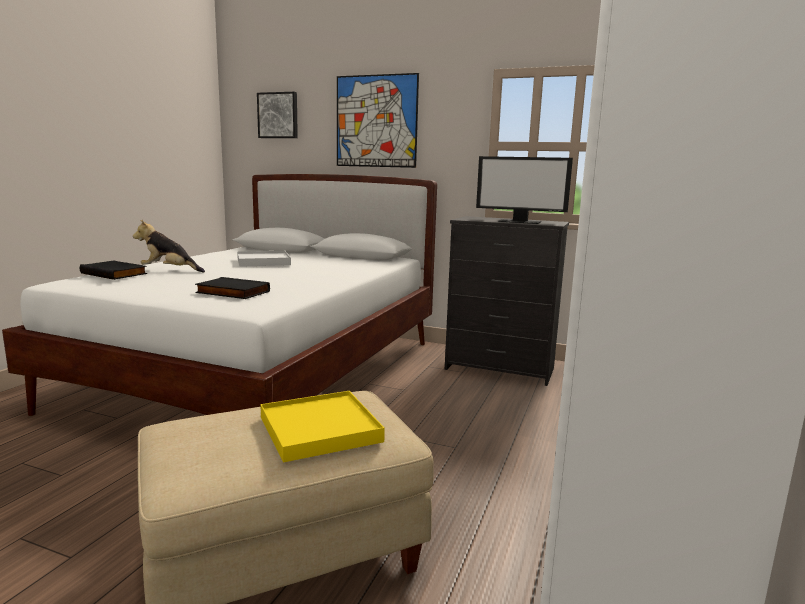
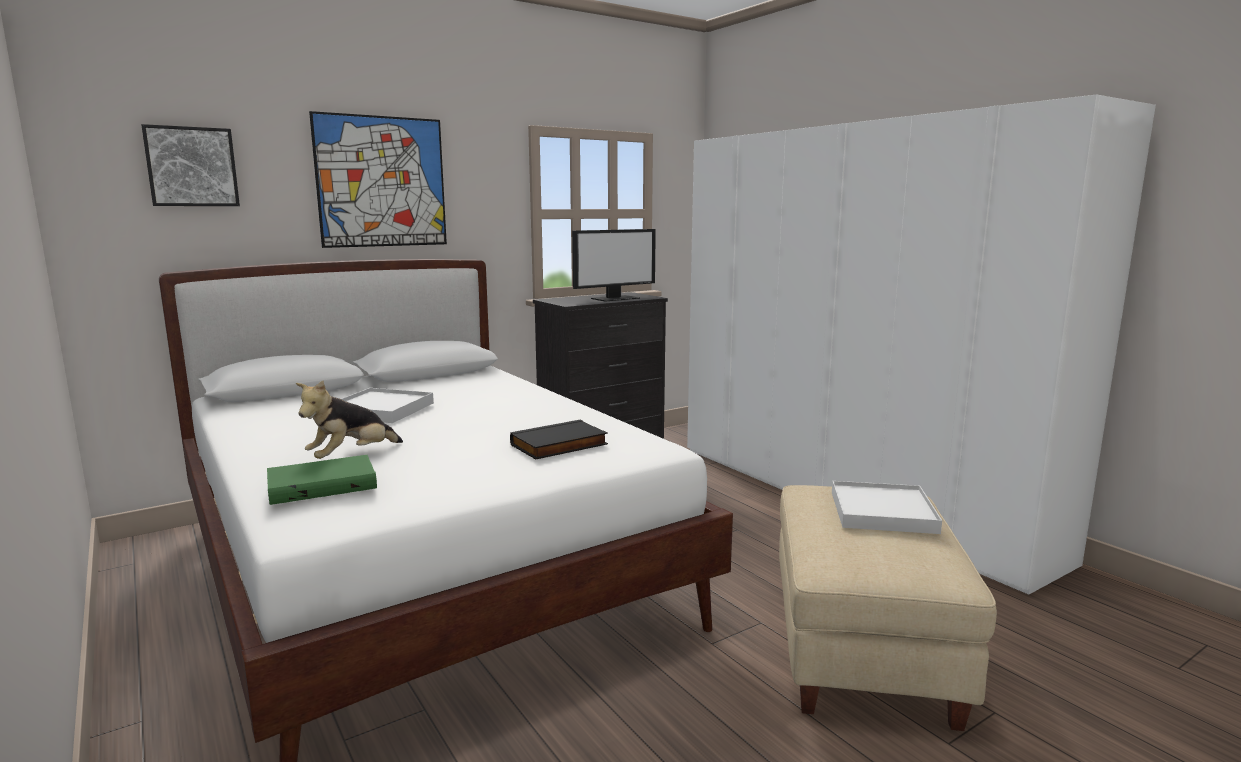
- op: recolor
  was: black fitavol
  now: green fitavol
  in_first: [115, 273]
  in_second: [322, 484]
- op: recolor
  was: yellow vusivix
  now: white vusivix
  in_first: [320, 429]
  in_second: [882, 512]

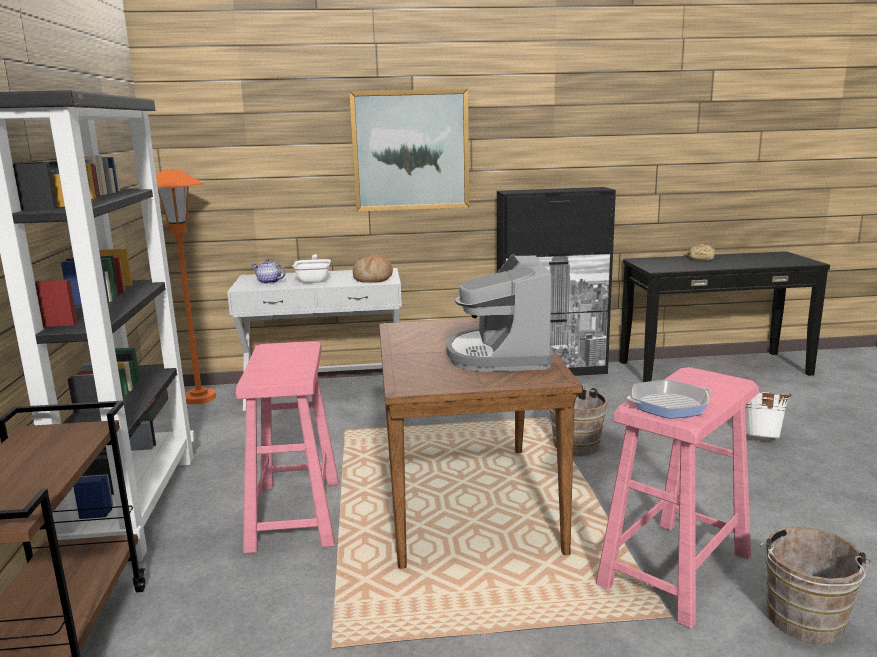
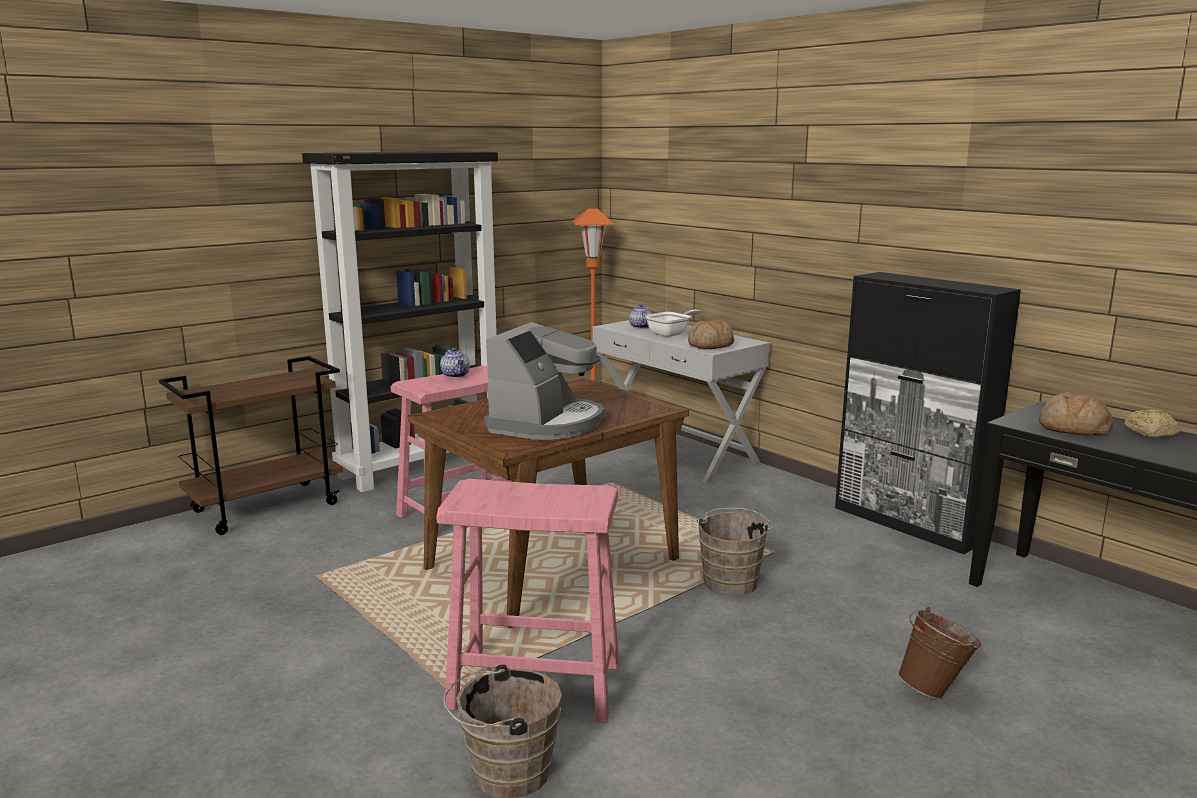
- op: insert
  now: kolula
  in_second: [456, 375]
- op: rotate
  was: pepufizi
  in_first: [500, 355]
  in_second: [547, 423]
  clockwise: 150
- op: recolor
  was: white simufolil
  now: brown simufolil
  in_first: [761, 437]
  in_second: [935, 690]
- op: insert
  now: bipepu
  in_second: [1073, 429]
- op: delete
  was: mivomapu
  in_first: [410, 150]
- op: delete
  was: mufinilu
  in_first: [669, 405]

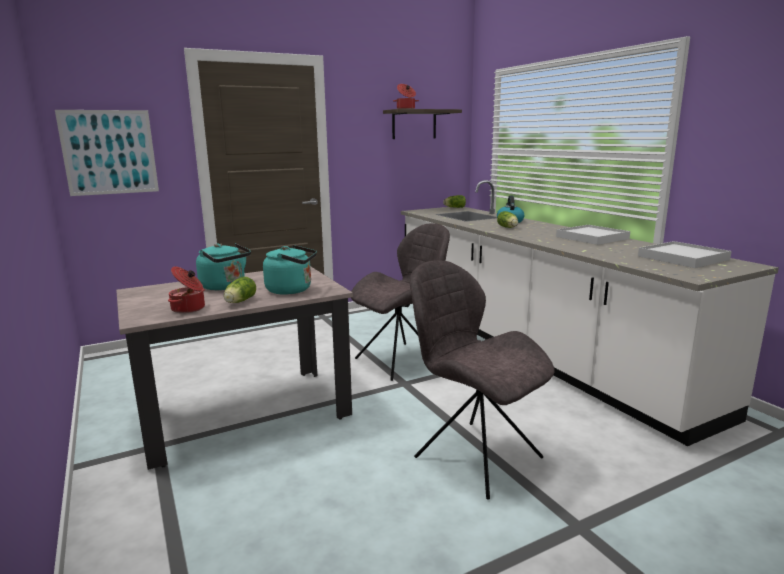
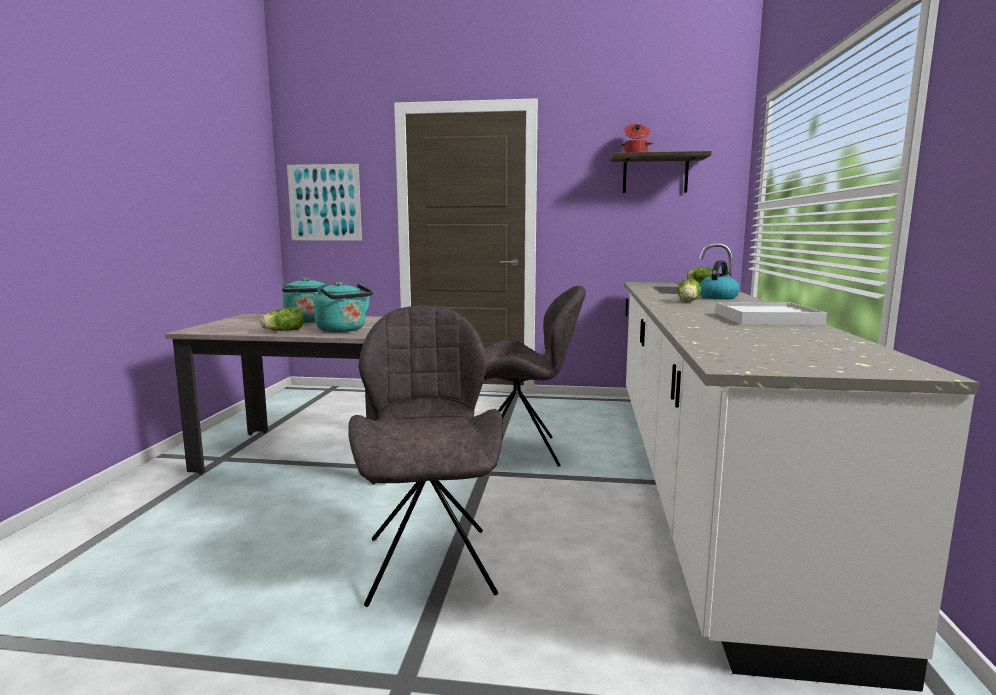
- op: delete
  was: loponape
  in_first: [189, 309]
- op: delete
  was: white vusivix
  in_first: [682, 258]

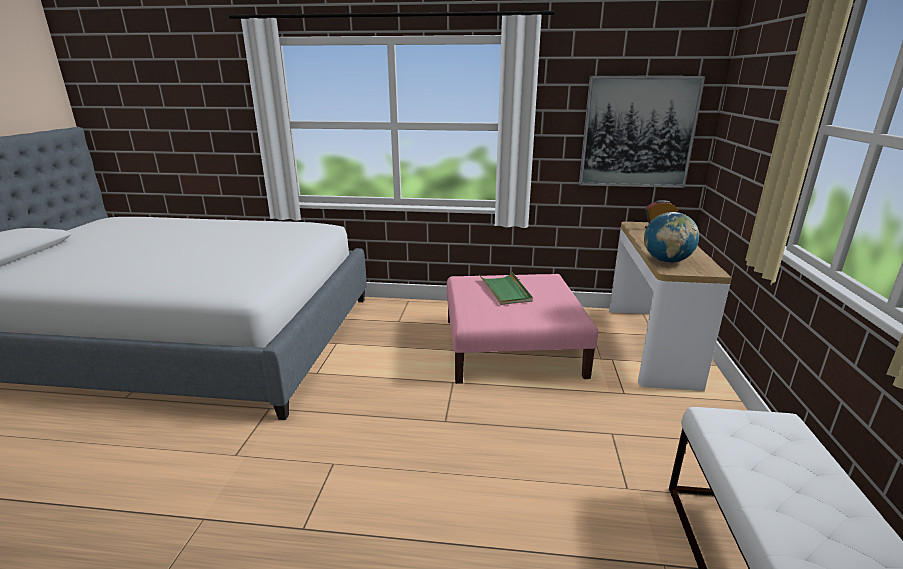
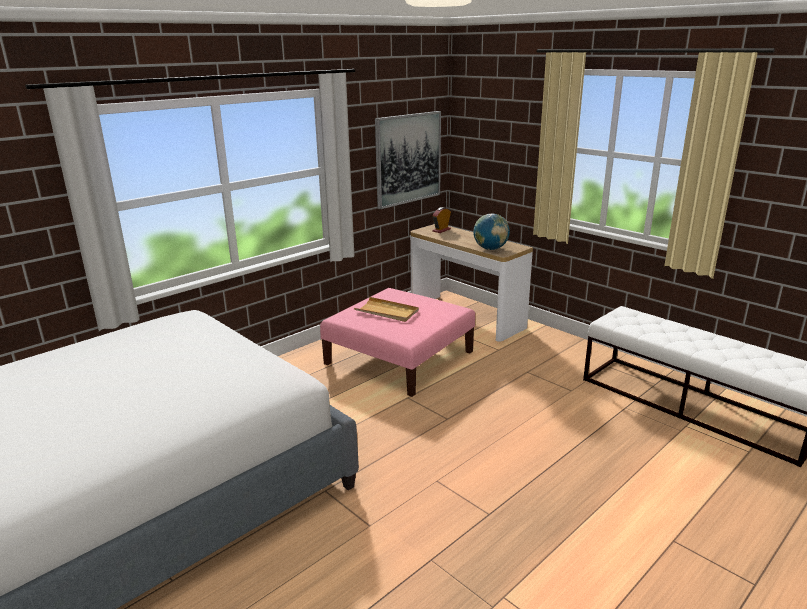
- op: recolor
  was: green vusivix
  now: beige vusivix
  in_first: [505, 290]
  in_second: [387, 312]

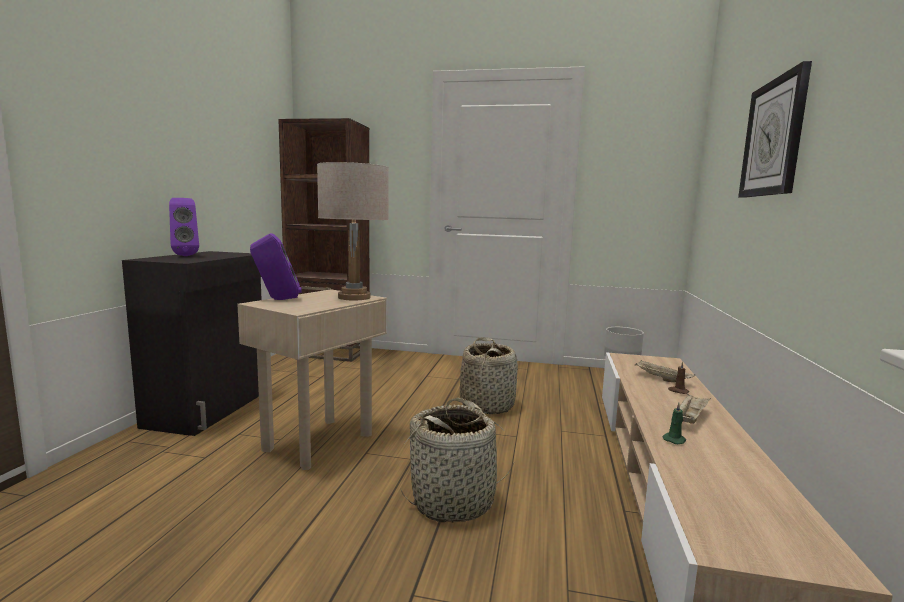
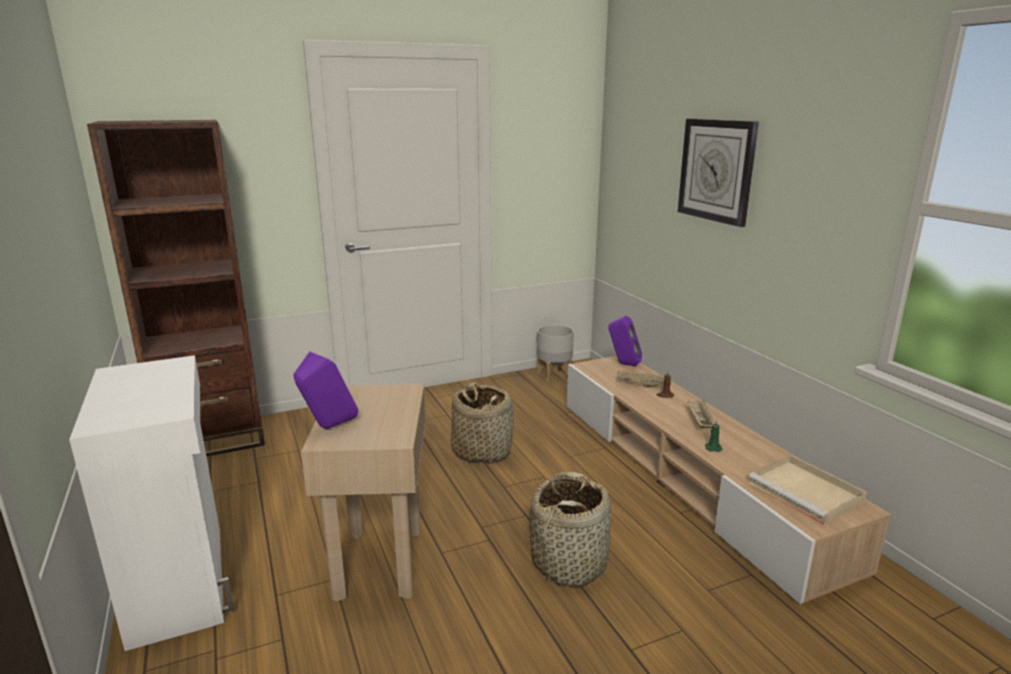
- op: recolor
  was: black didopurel
  now: white didopurel
  in_first: [210, 408]
  in_second: [181, 581]
- op: move
  was: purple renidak
  in_first: [185, 256]
  in_second: [623, 364]
- op: insert
  now: beige vusivix
  in_second: [807, 493]
- op: delete
  was: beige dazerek
  in_first: [354, 297]

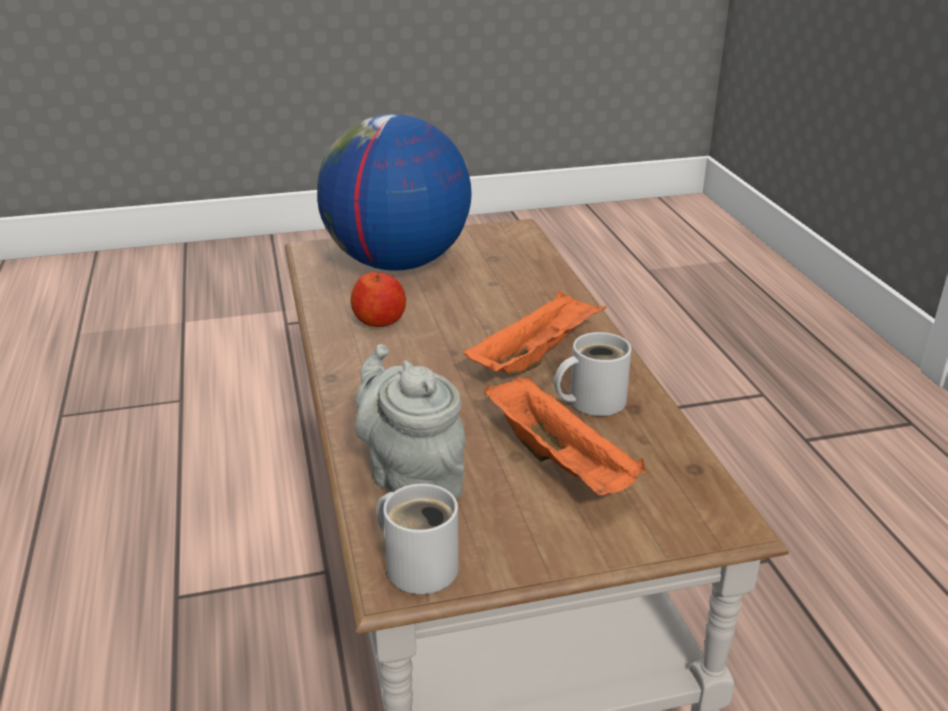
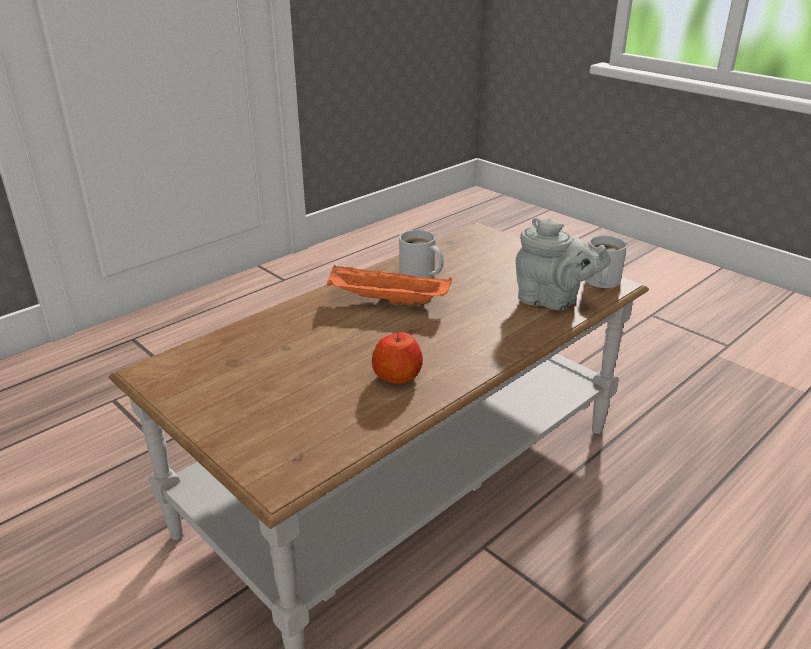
- op: rotate
  was: grey kolula
  in_first: [412, 480]
  in_second: [552, 301]
  clockwise: -90
- op: delete
  was: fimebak
  in_first: [396, 263]
- op: delete
  was: orange vusivix
  in_first: [561, 462]

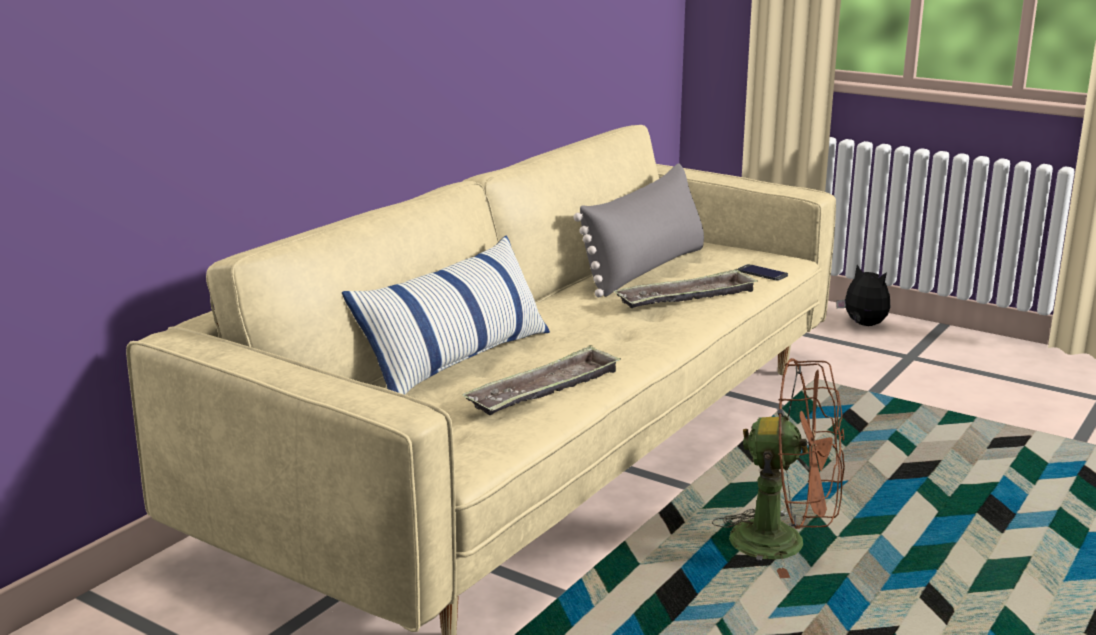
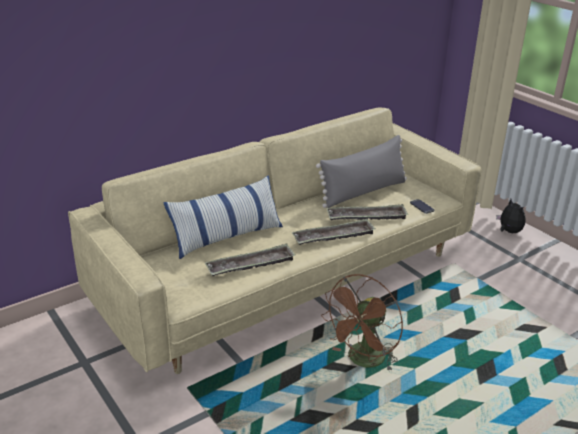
- op: insert
  now: vusivix
  in_second: [333, 236]
- op: rotate
  was: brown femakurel
  in_first: [784, 543]
  in_second: [363, 361]
  clockwise: 90

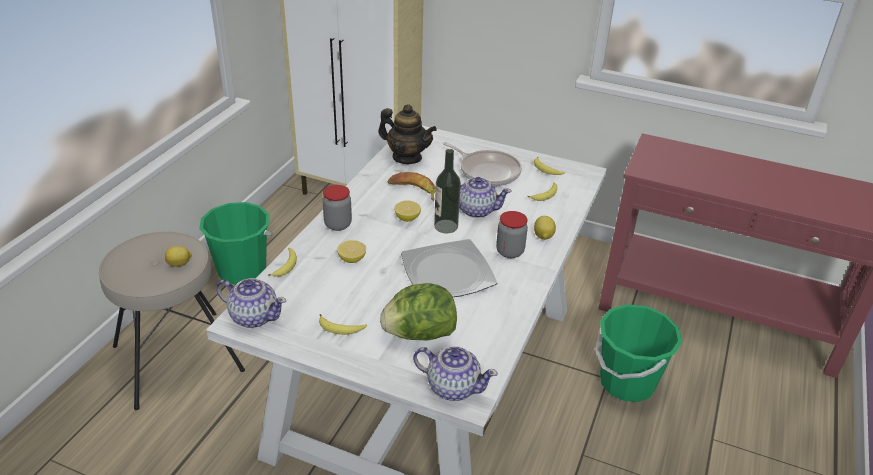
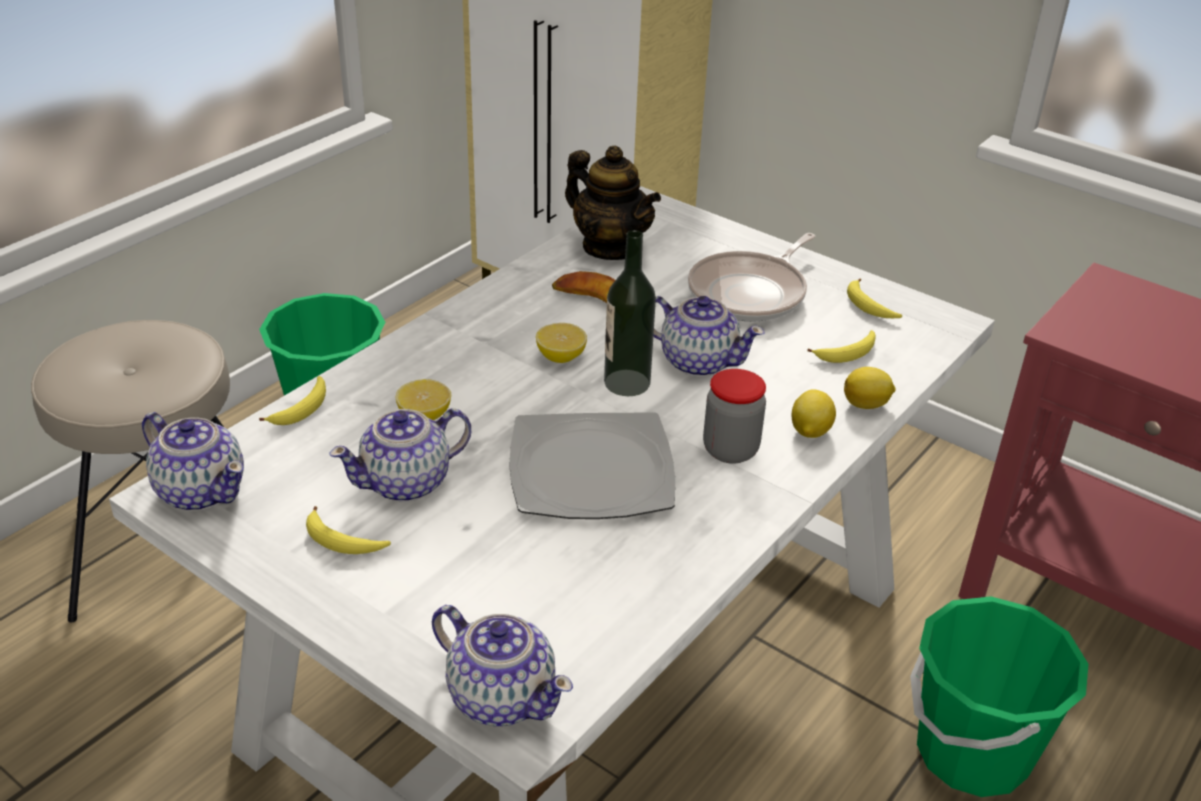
- op: insert
  now: kolula
  in_second: [407, 482]
- op: rotate
  was: mufinilu
  in_first: [487, 171]
  in_second: [751, 293]
  clockwise: 75
- op: move
  was: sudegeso
  in_first: [179, 264]
  in_second: [866, 405]
- op: delete
  was: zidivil
  in_first: [338, 224]
- op: delete
  was: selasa
  in_first: [419, 334]

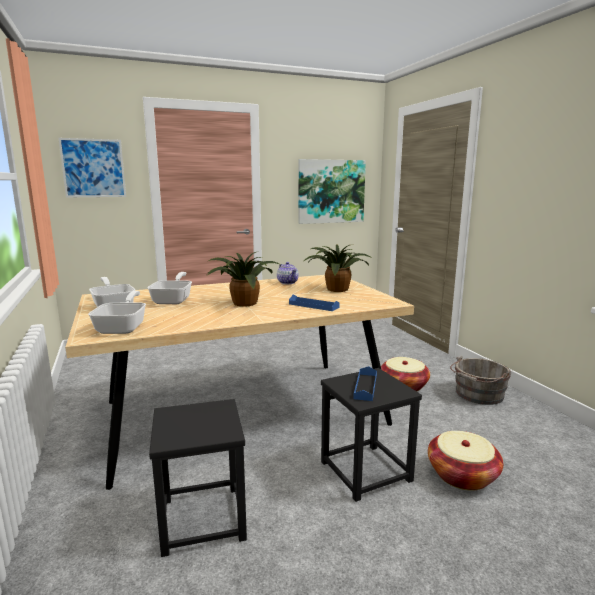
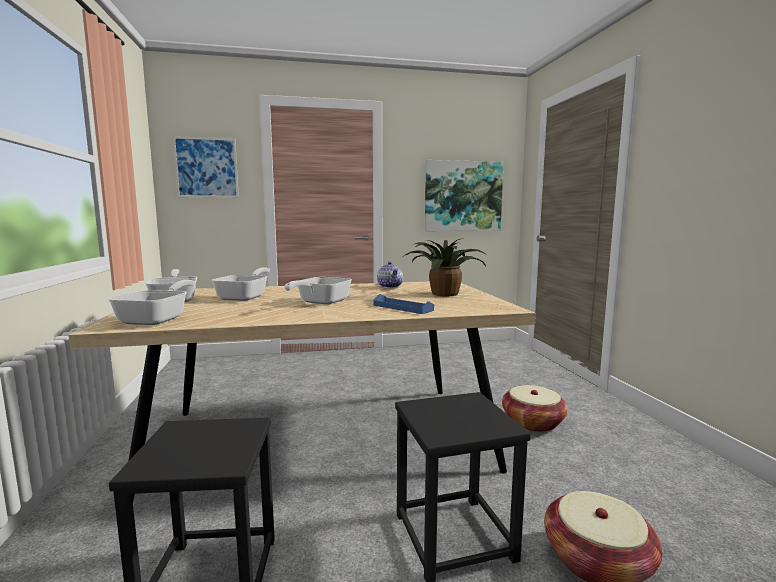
- op: replace
  was: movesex
  now: mufinilu
  in_first: [243, 303]
  in_second: [320, 302]
- op: delete
  was: blue vusivix
  in_first: [365, 386]
- op: delete
  was: grey simufolil
  in_first: [477, 395]

